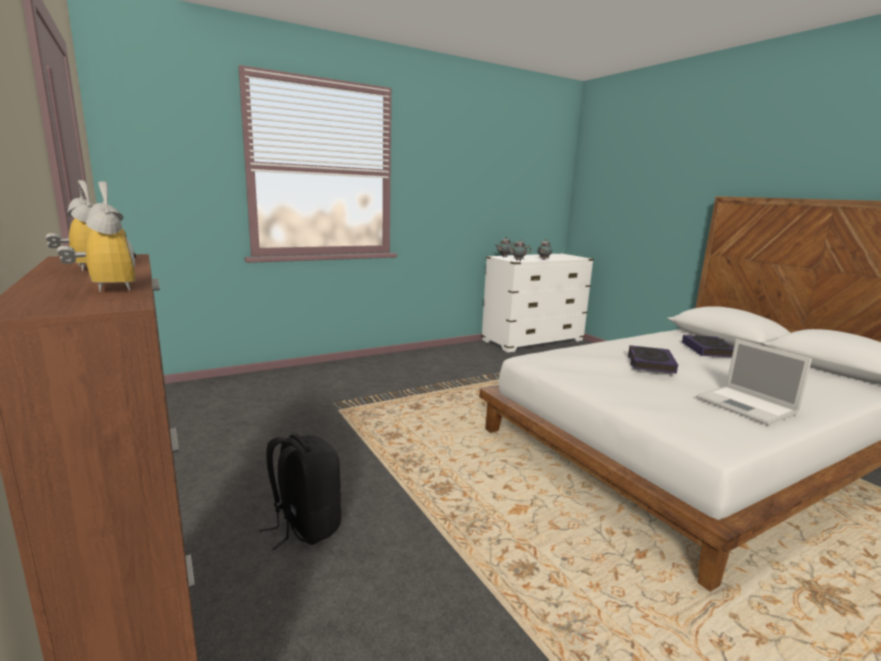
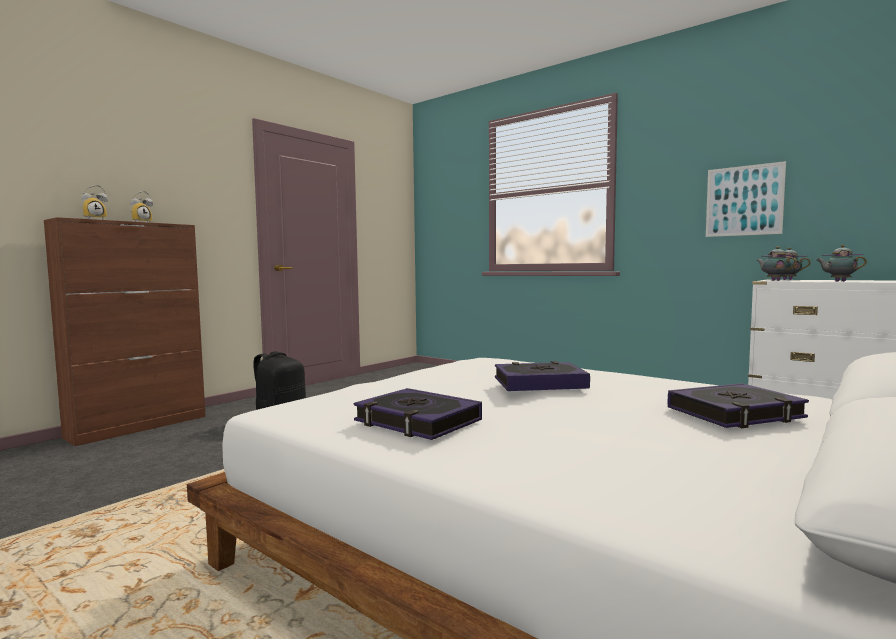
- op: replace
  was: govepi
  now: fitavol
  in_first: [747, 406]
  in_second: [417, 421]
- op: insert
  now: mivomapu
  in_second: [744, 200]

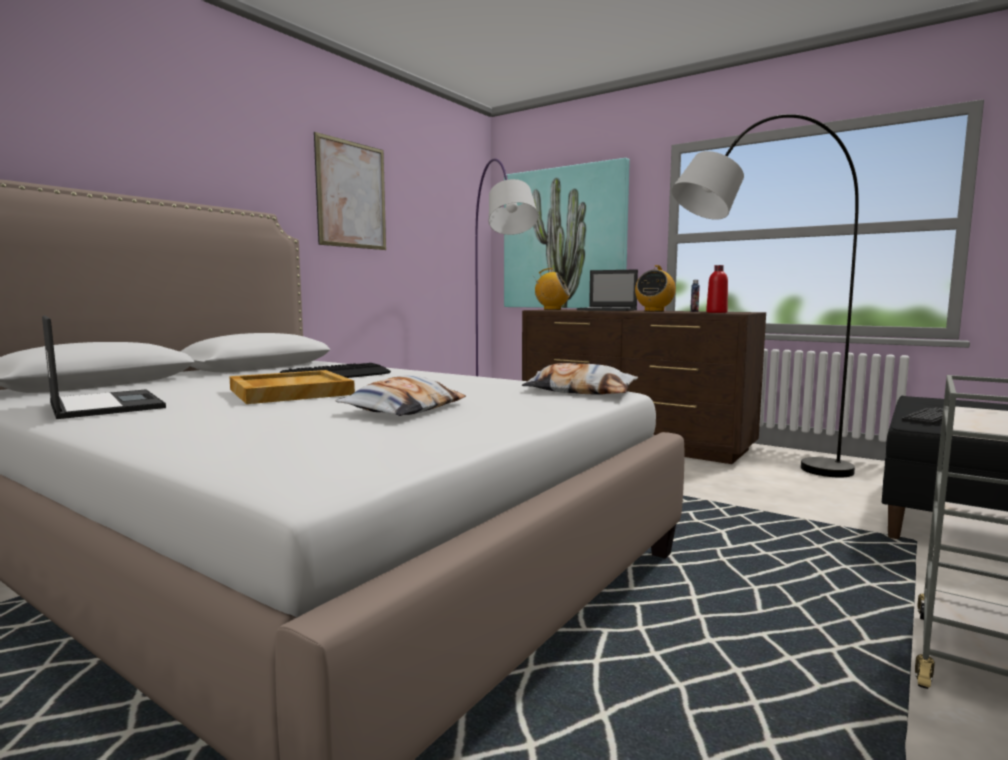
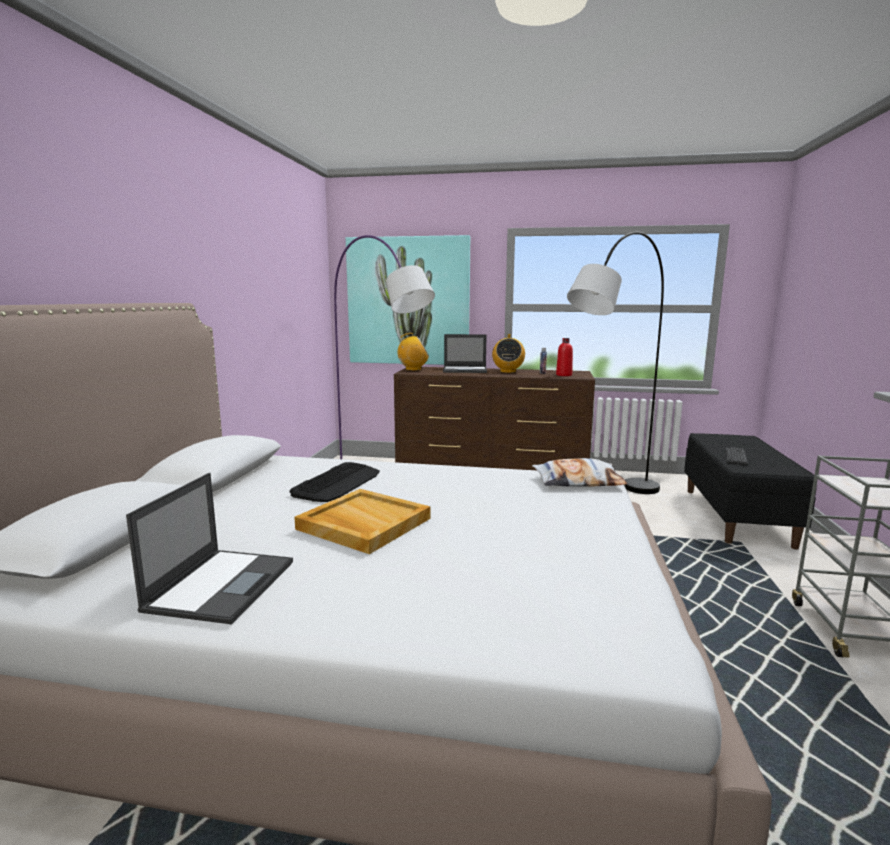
- op: rotate
  was: govepi
  in_first: [105, 405]
  in_second: [222, 584]
  clockwise: 75
- op: delete
  was: mivomapu
  in_first: [351, 195]
- op: delete
  was: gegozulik
  in_first: [405, 409]

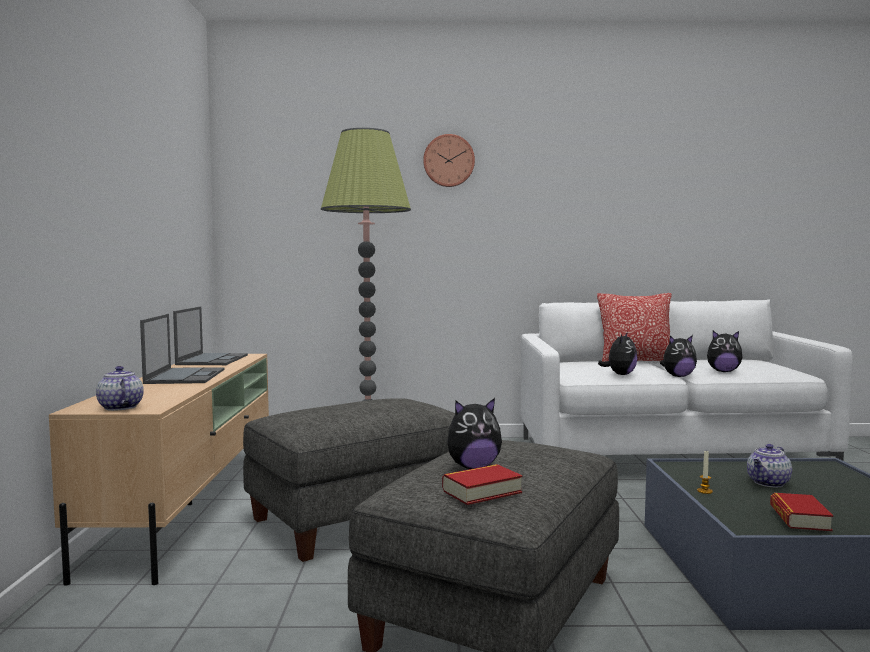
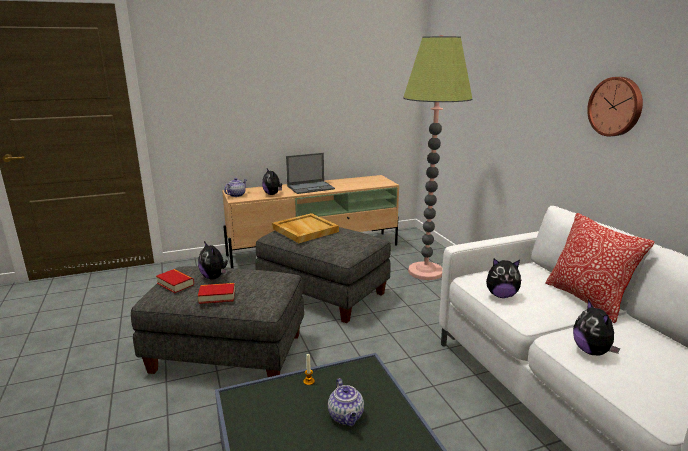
- op: move
  was: fitavol
  in_first: [799, 518]
  in_second: [217, 296]
- op: move
  was: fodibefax
  in_first: [678, 376]
  in_second: [273, 194]
- op: insert
  now: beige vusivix
  in_second: [304, 230]
- op: rotate
  was: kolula
  in_first: [768, 483]
  in_second: [346, 416]
  clockwise: -135
- op: move
  was: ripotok
  in_first: [448, 161]
  in_second: [616, 106]
- op: delete
  was: govepi
  in_first: [212, 360]

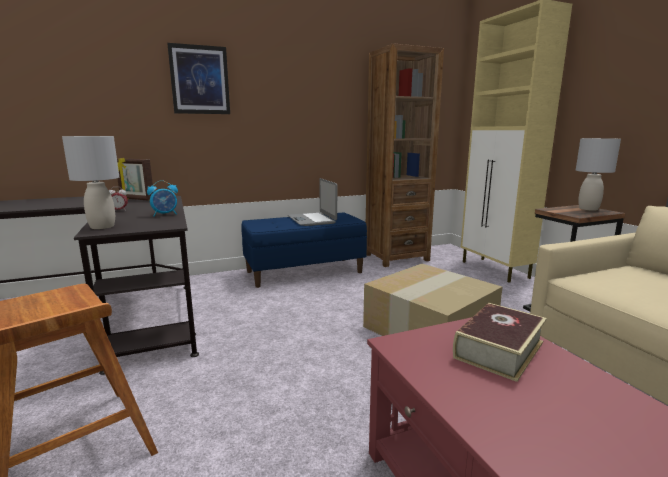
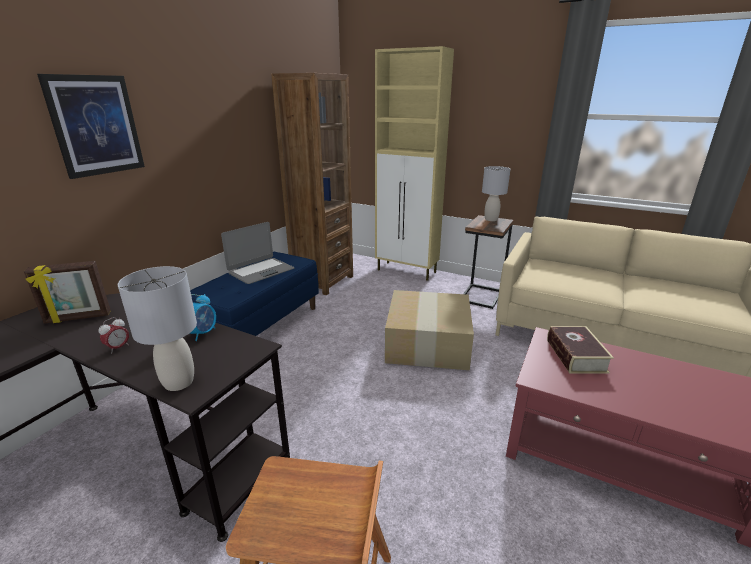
- op: rotate
  was: govepi
  in_first: [312, 220]
  in_second: [261, 271]
  clockwise: -75

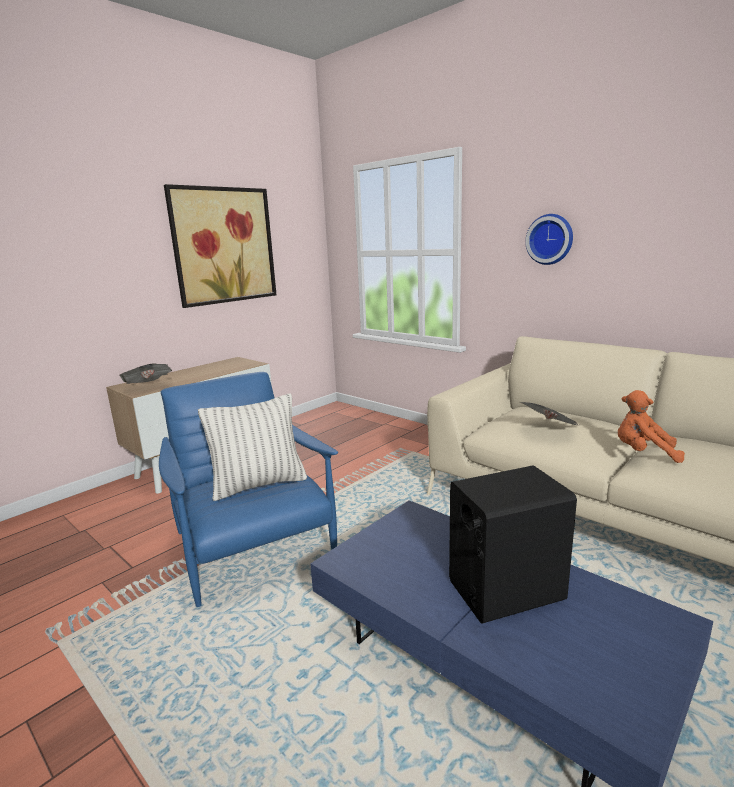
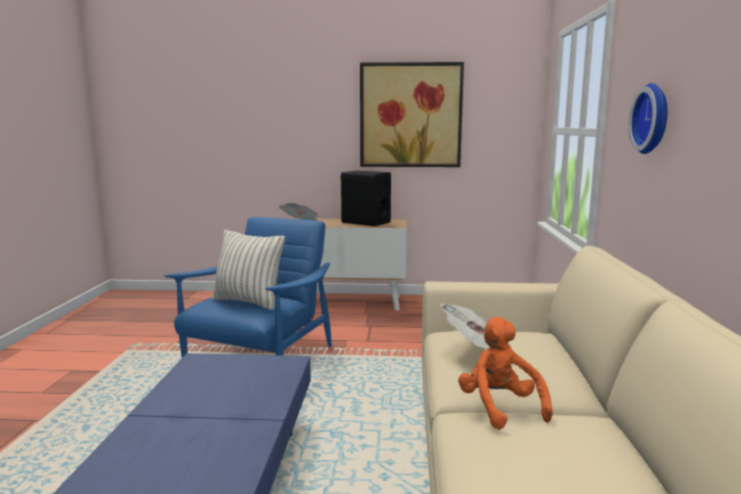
- op: move
  was: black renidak
  in_first: [505, 591]
  in_second: [365, 222]

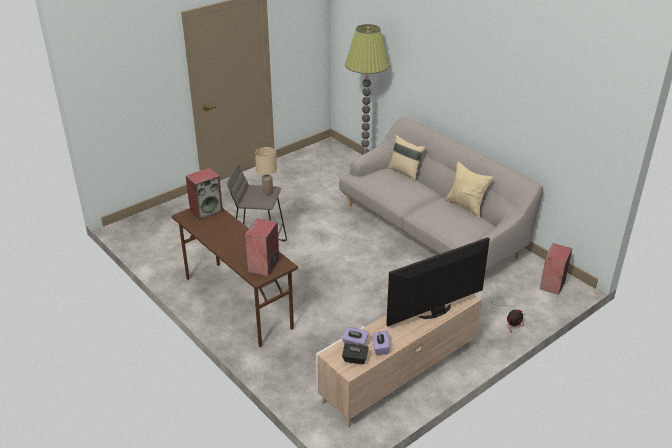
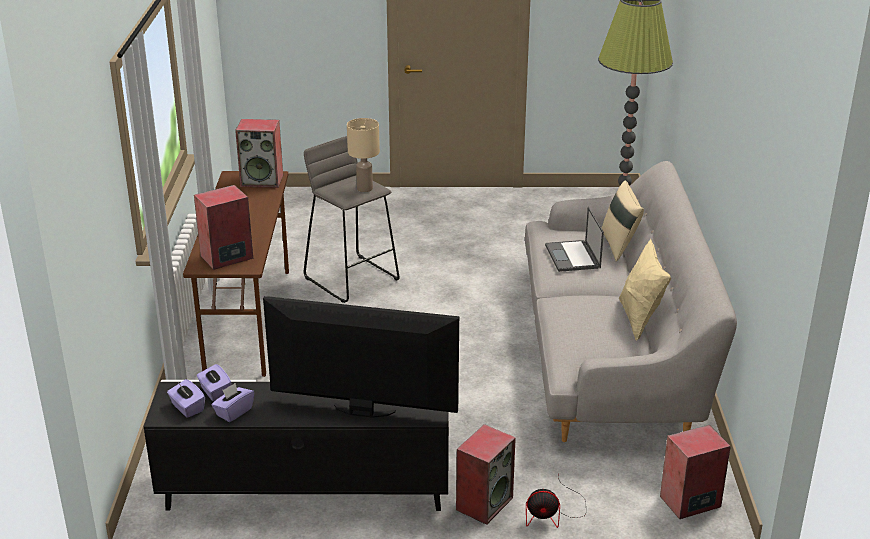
- op: recolor
  was: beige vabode
  now: black vabode
  in_first: [398, 374]
  in_second: [306, 489]
- op: recolor
  was: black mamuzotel
  now: purple mamuzotel
  in_first: [355, 359]
  in_second: [187, 408]
- op: insert
  now: renidak
  in_second: [484, 503]
- op: insert
  now: govepi
  in_second: [573, 257]

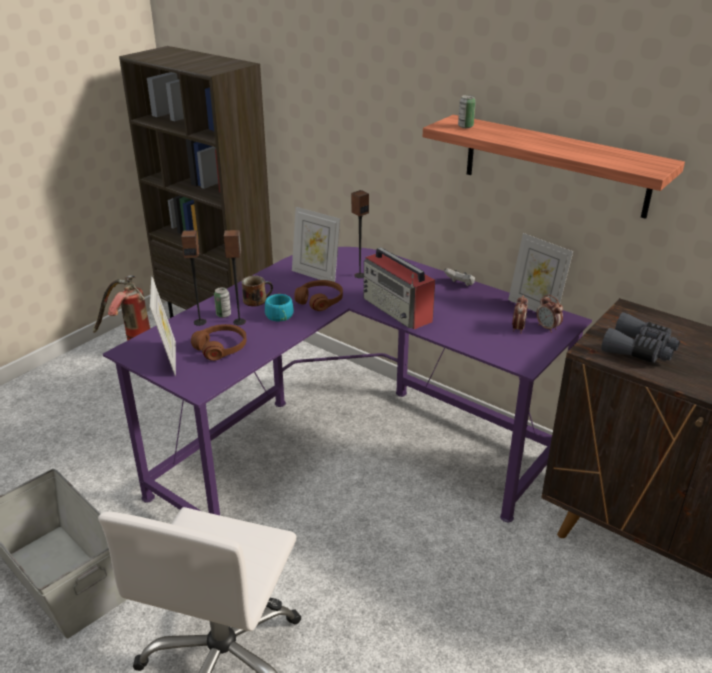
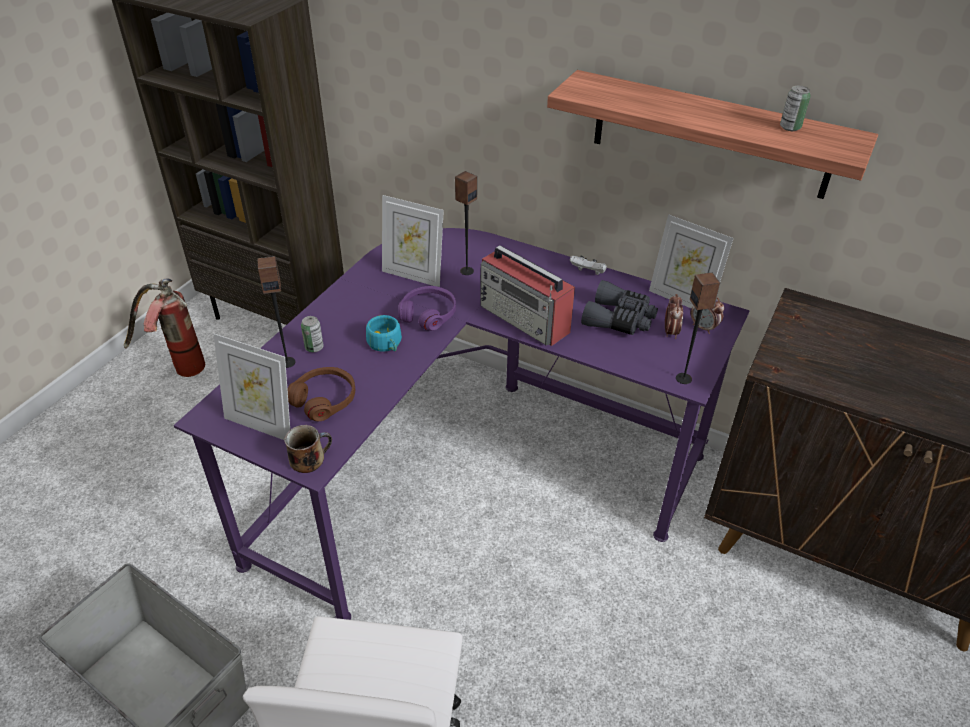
- op: rotate
  was: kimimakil
  in_first: [168, 359]
  in_second: [262, 424]
  clockwise: 135
- op: move
  was: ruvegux
  in_first: [256, 300]
  in_second: [309, 458]
- op: recolor
  was: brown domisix
  now: purple domisix
  in_first: [320, 300]
  in_second: [428, 314]
- op: move
  was: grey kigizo
  in_first: [639, 350]
  in_second: [619, 319]
- op: move
  was: renidak
  in_first: [239, 322]
  in_second: [684, 378]
- op: move
  was: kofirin
  in_first: [465, 126]
  in_second: [790, 127]

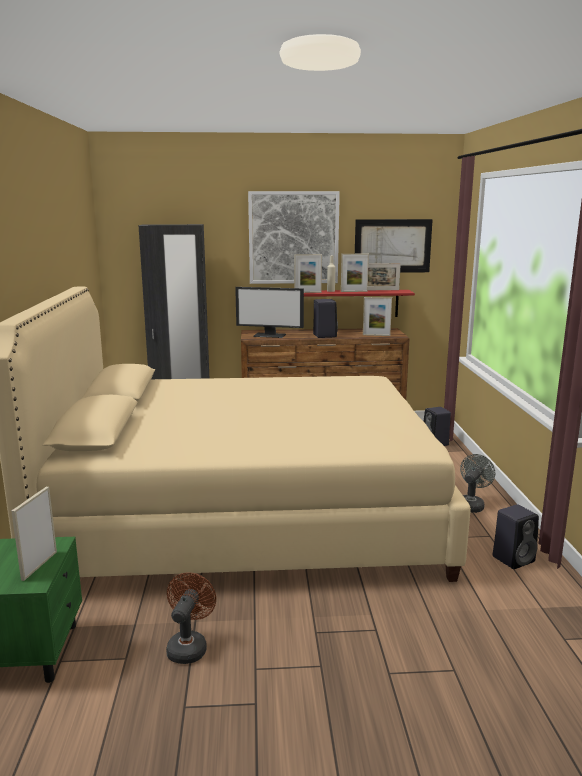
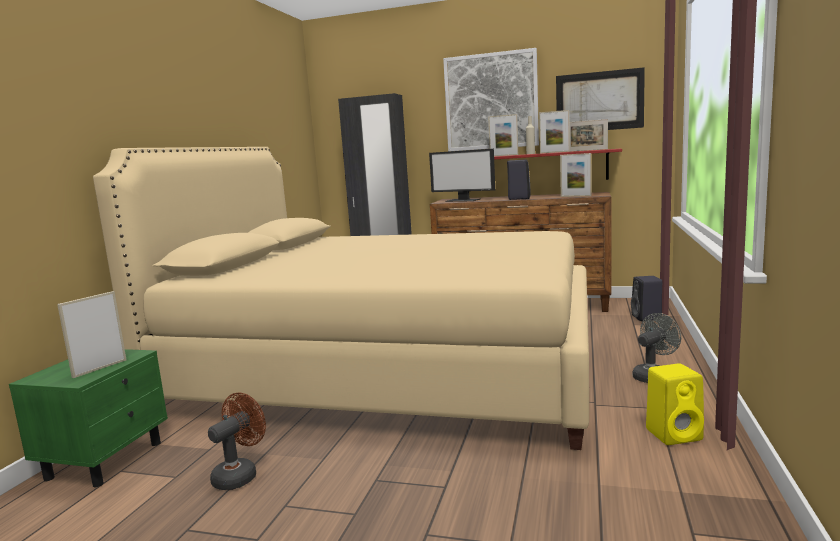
- op: recolor
  was: black renidak
  now: yellow renidak
  in_first: [514, 558]
  in_second: [675, 434]

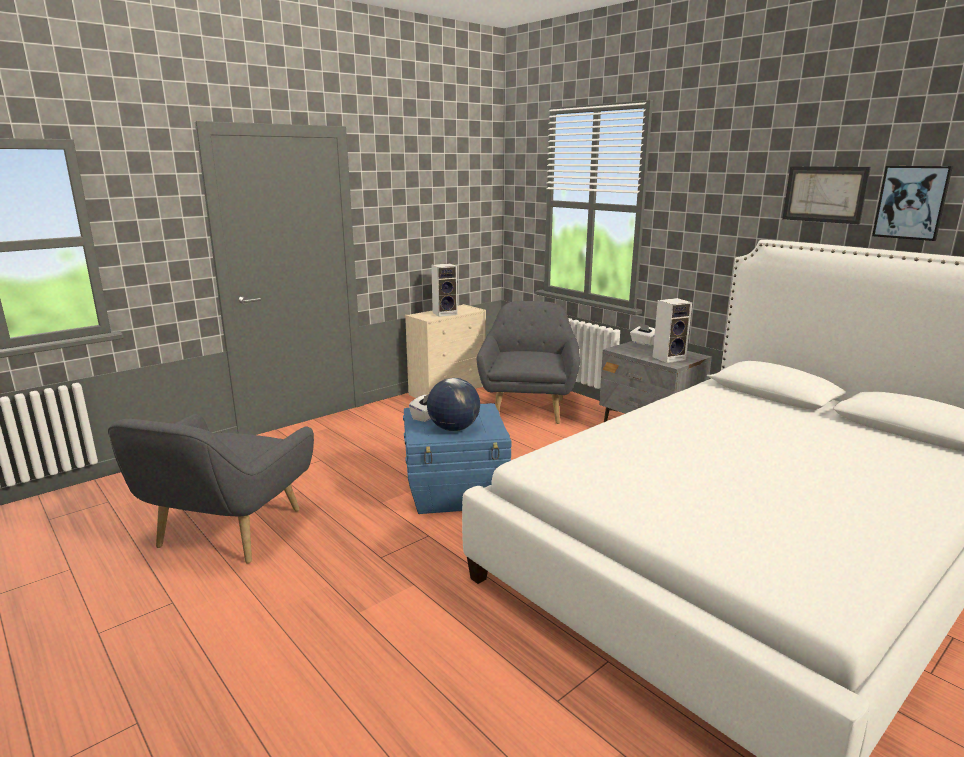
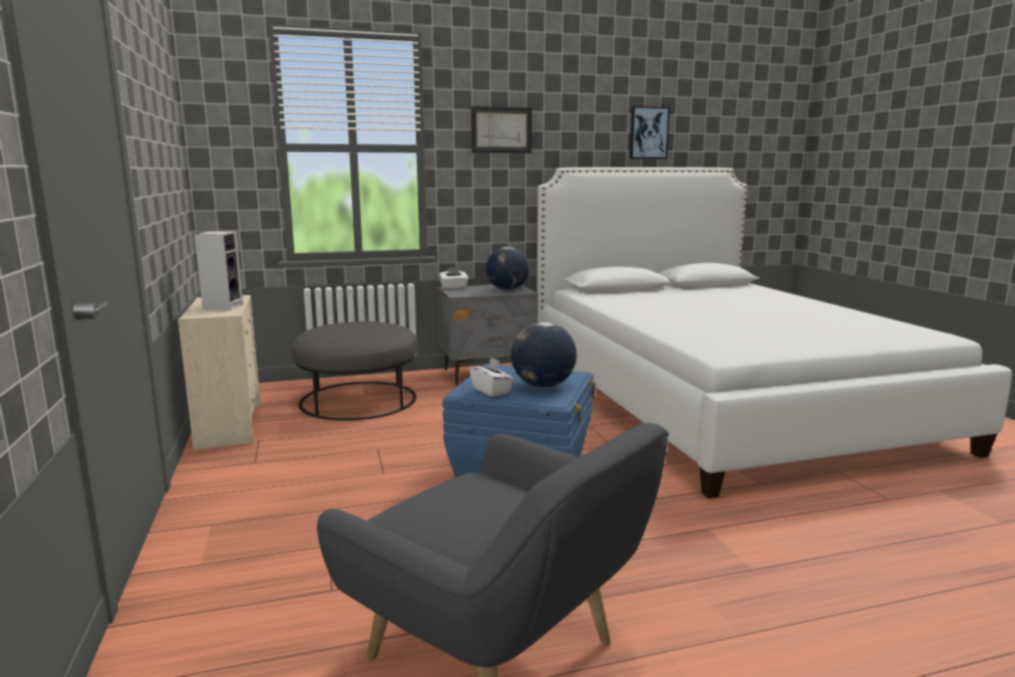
- op: replace
  was: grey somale
  now: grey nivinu
  in_first: [528, 407]
  in_second: [358, 399]
- op: move
  was: mivomapu
  in_first: [824, 194]
  in_second: [501, 130]
- op: replace
  was: renidak
  now: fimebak
  in_first: [669, 358]
  in_second: [507, 290]

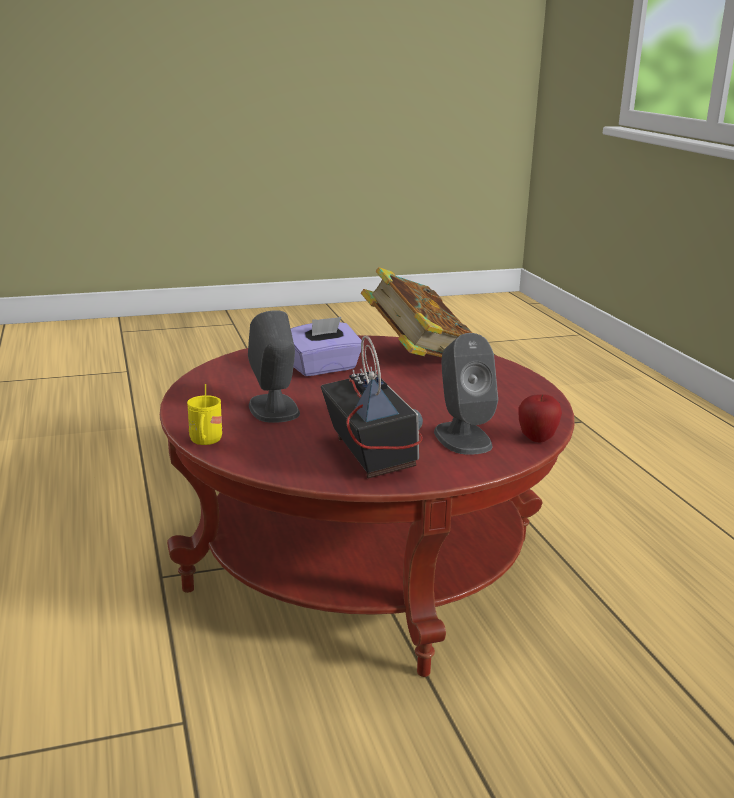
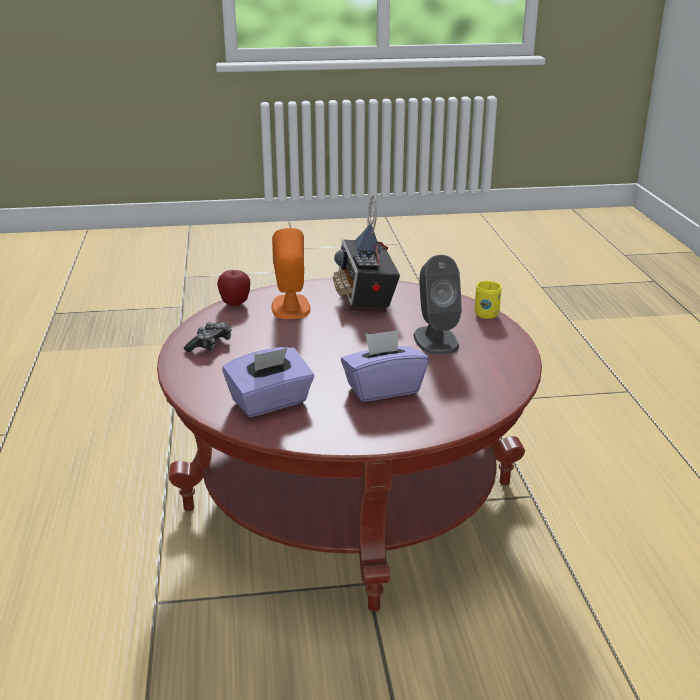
- op: insert
  now: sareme
  in_second: [210, 345]
- op: replace
  was: fitavol
  now: purple mamuzotel
  in_first: [416, 356]
  in_second: [270, 402]
- op: recolor
  was: grey renidak
  now: orange renidak
  in_first: [462, 438]
  in_second: [290, 307]

